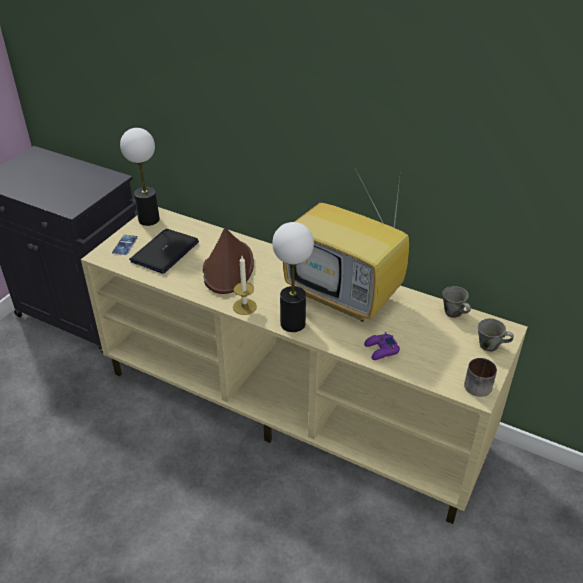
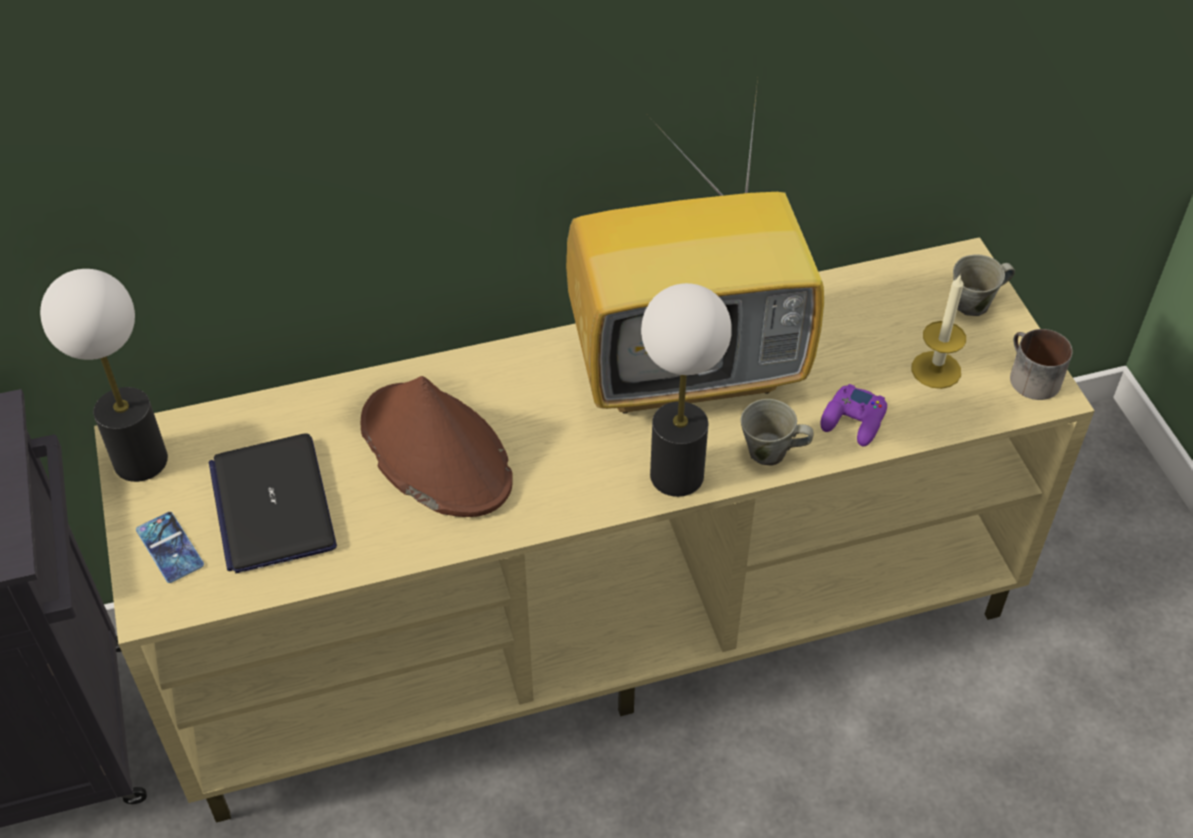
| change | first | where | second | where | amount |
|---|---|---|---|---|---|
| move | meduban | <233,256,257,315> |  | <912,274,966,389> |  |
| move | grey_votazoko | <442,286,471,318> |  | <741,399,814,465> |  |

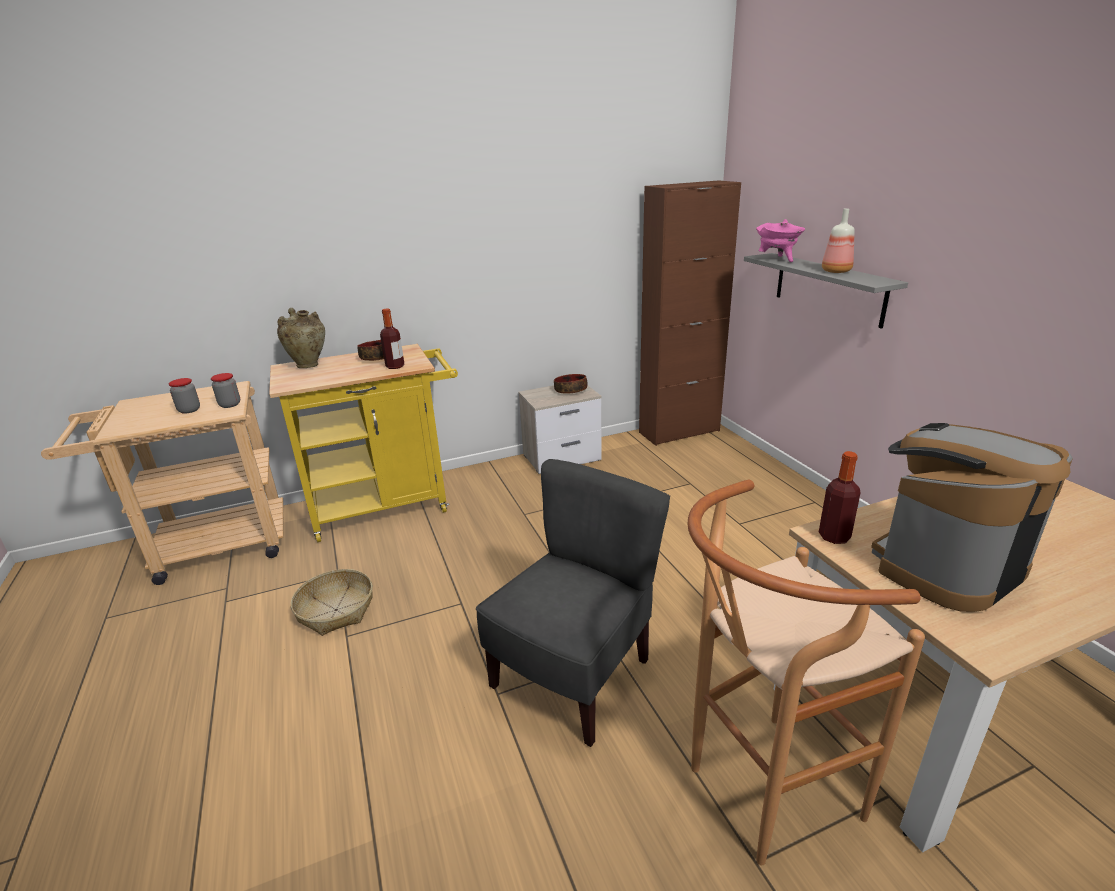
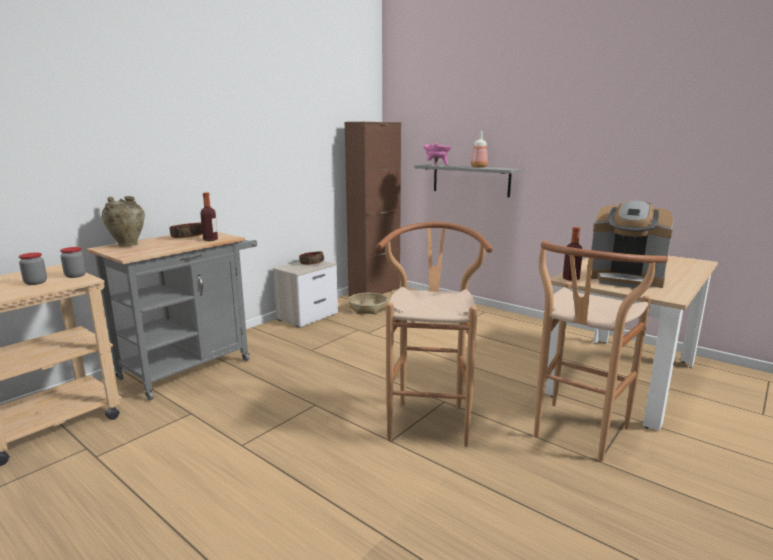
| change | first | where | second | where | amount |
|---|---|---|---|---|---|
| recolor | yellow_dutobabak | <269,344,458,542> | grey_dutobabak | <87,232,257,400> |  |
| move | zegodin | <291,569,373,636> |  | <348,293,388,315> |  |
| replace | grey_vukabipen | <476,459,670,747> | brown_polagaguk | <377,222,493,447> |  |
| rotate | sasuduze | <871,423,1073,612> |  | <591,201,674,289> | 90 degrees counterclockwise |

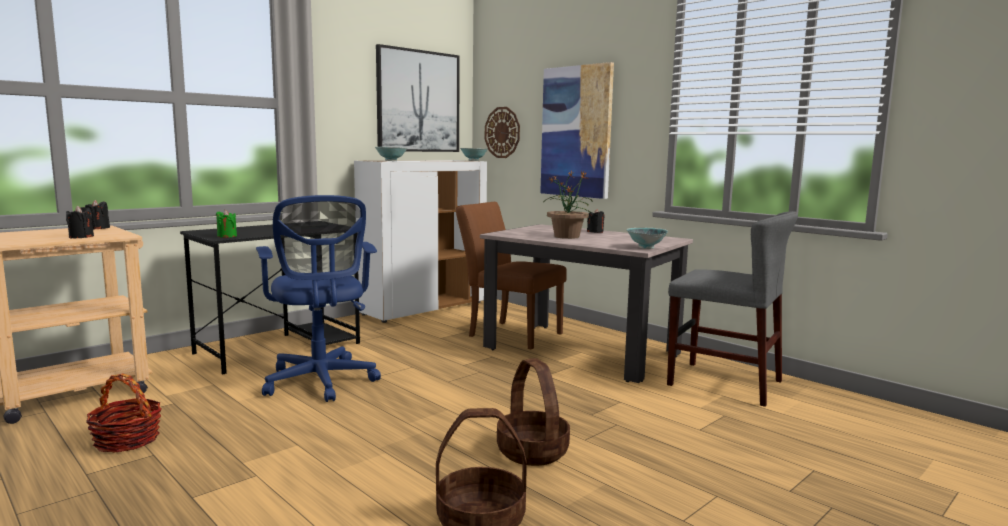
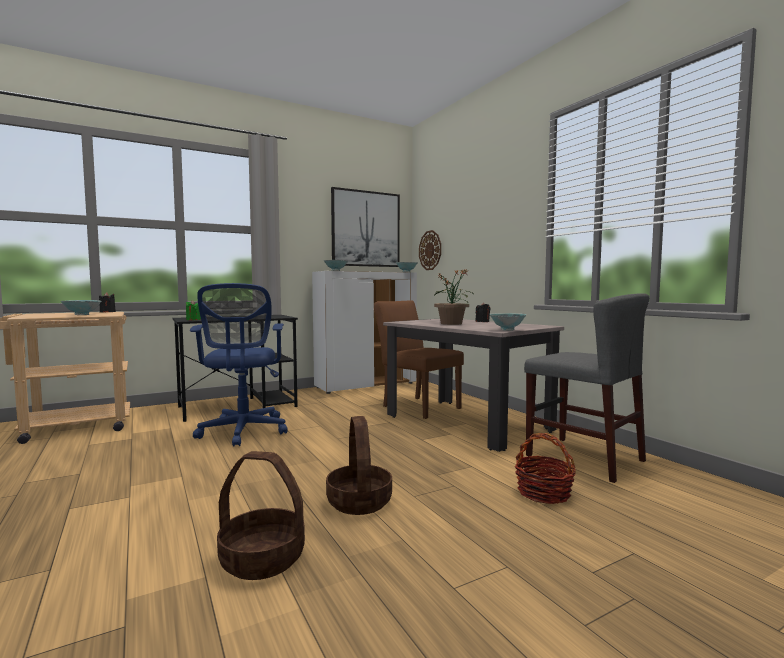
| change | first | where | second | where | amount |
|---|---|---|---|---|---|
| replace | black_meduban | <66,206,94,238> | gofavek | <61,300,102,315> |  |
| move | zegodin | <86,374,162,453> |  | <515,433,576,504> |  |
| delete | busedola | <540,62,614,199> |  |  |  |

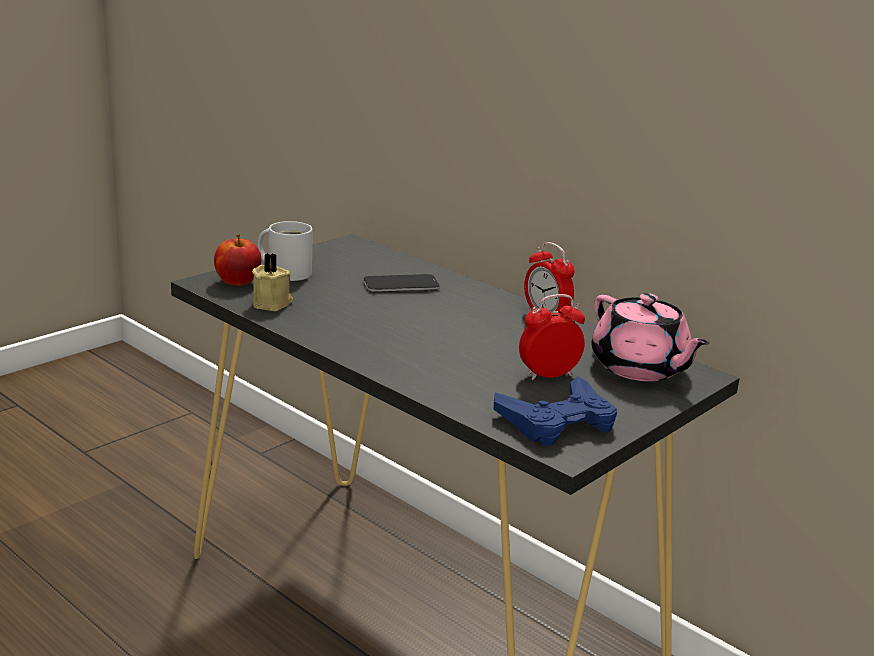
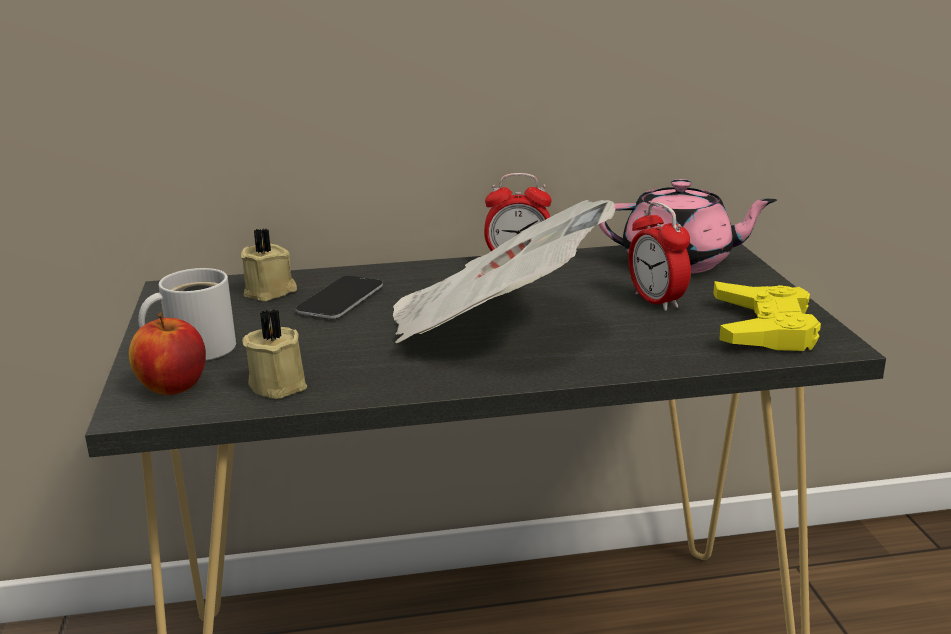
| change | first | where | second | where | amount |
|---|---|---|---|---|---|
| recolor | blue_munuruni | <494,376,617,446> | yellow_munuruni | <713,281,821,351> |  |
| rotate | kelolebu | <519,294,585,380> |  | <628,202,691,311> | 45 degrees counterclockwise |
| insert |  |  | beige_meduban | <241,228,297,301> |  |
| insert |  |  | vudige | <393,200,616,343> |  |

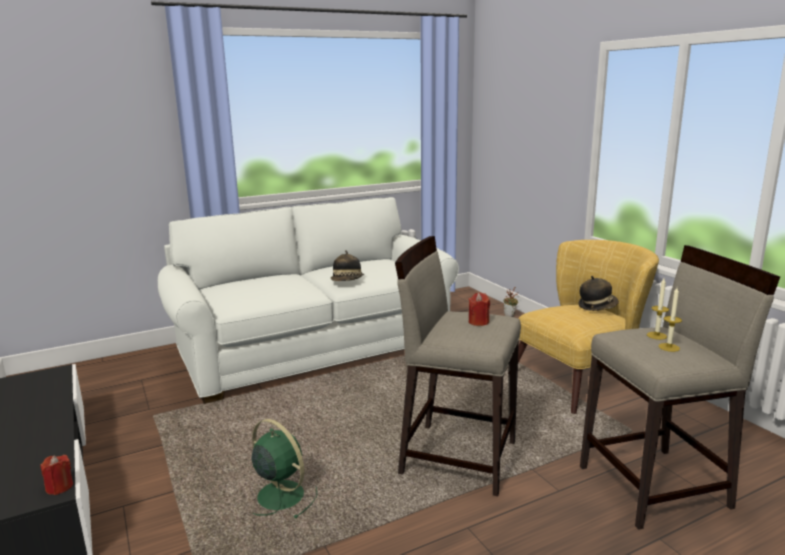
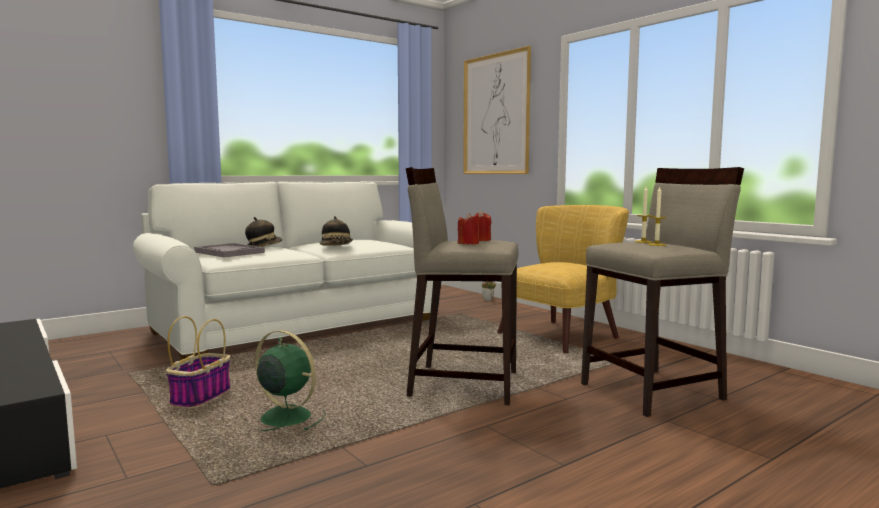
| change | first | where | second | where | amount |
|---|---|---|---|---|---|
| move | red_meduban | <40,455,73,495> |  | <458,213,479,244> |  |
| move | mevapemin | <579,276,619,311> |  | <245,217,282,247> |  |
| insert |  |  | zegodin | <166,316,231,408> |  |
| insert |  |  | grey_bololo | <194,243,265,257> |  |
| insert |  |  | busedola | <463,46,531,174> |  |

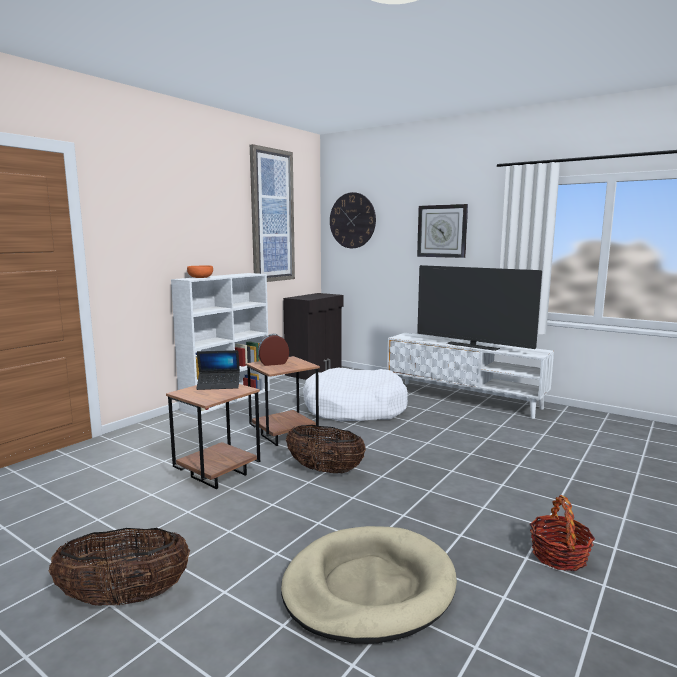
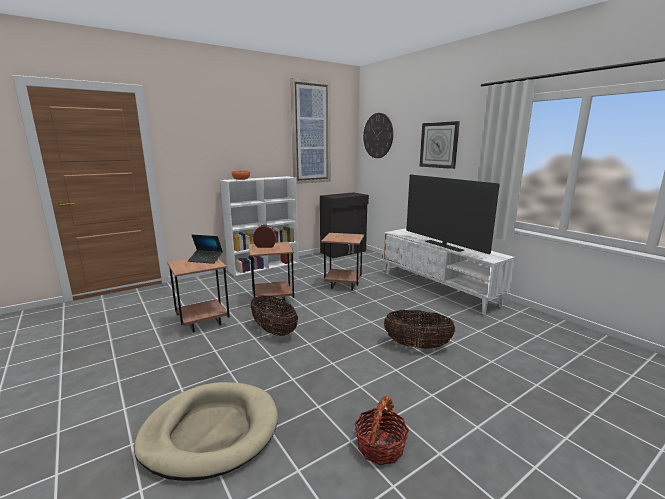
| change | first | where | second | where | amount |
|---|---|---|---|---|---|
| move | zegodin | <49,528,190,606> |  | <384,310,455,349> |  |
| replace | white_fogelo | <303,368,408,421> | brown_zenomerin | <321,233,364,290> |  |

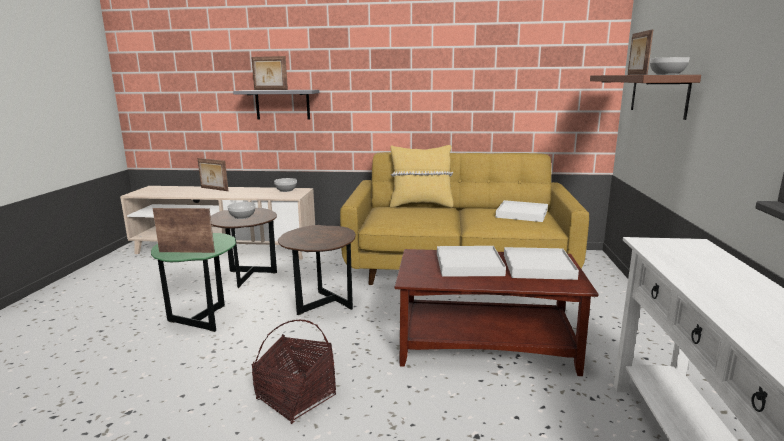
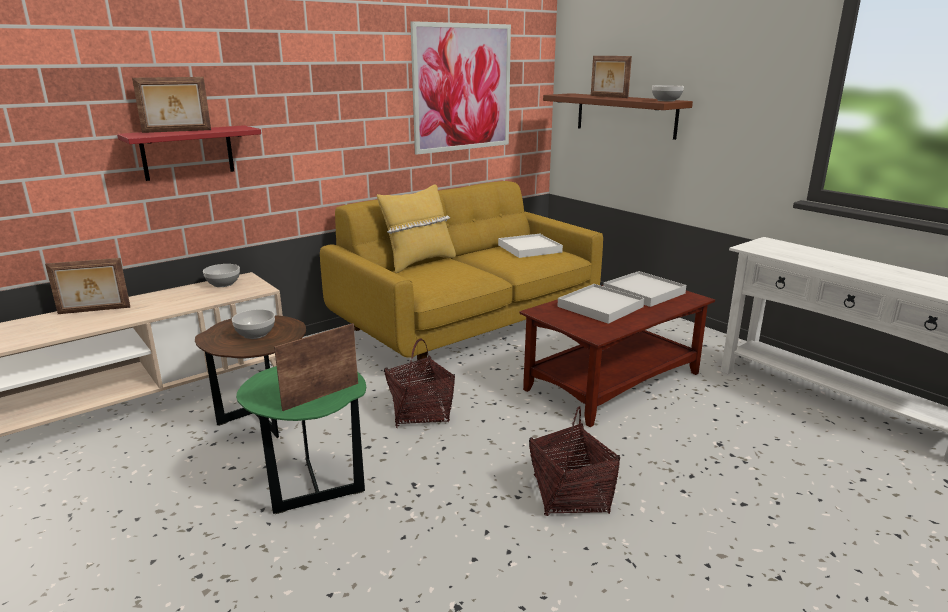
| change | first | where | second | where | amount |
|---|---|---|---|---|---|
| recolor | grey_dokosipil | <233,90,319,120> | red_dokosipil | <117,125,261,181> |  |
| replace | brown_zenomerin | <278,225,356,315> | zegodin | <384,339,455,428> |  |
| insert |  |  | busedola | <411,21,511,155> |  |

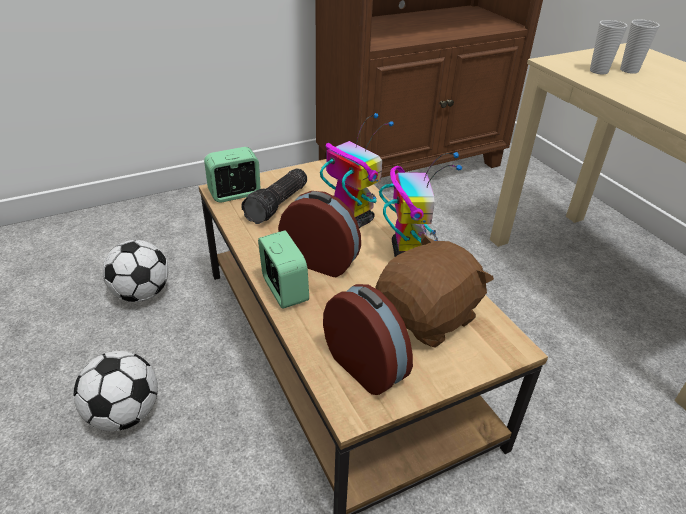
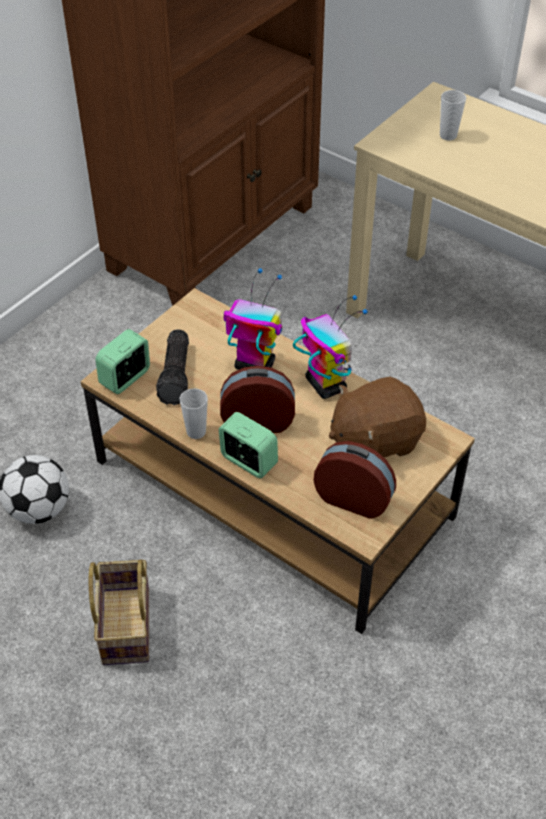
| change | first | where | second | where | amount |
|---|---|---|---|---|---|
| replace | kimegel | <74,351,158,431> | zegodin | <89,559,149,665> |  |
| rotate | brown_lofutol | <376,233,494,348> |  | <329,377,426,458> | 135 degrees counterclockwise |
| move | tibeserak | <590,20,627,74> |  | <180,388,208,439> |  |

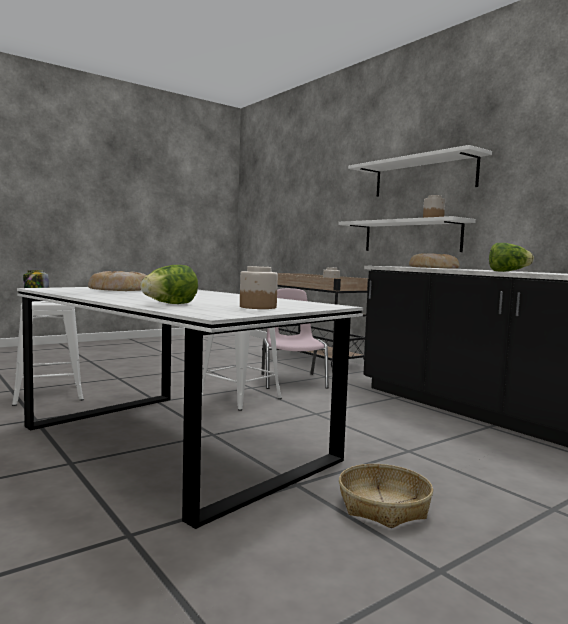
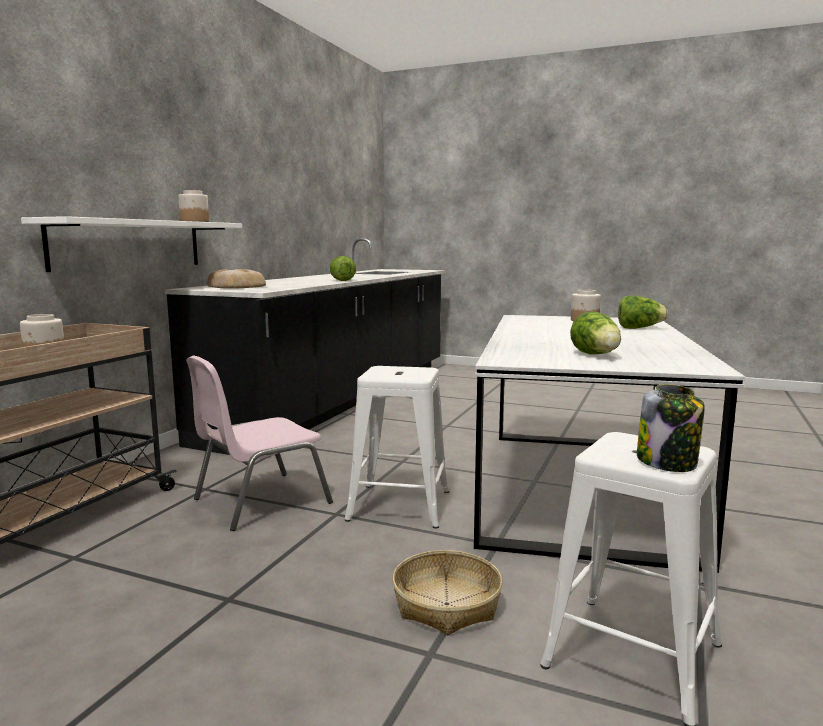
| change | first | where | second | where | amount |
|---|---|---|---|---|---|
| replace | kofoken | <88,271,147,291> | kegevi | <570,311,621,355> |  |
| move | zegodin | <339,464,433,528> |  | <392,550,503,635> |  |
| delete | white_dokosipil | <348,145,492,197> |  |  |  |

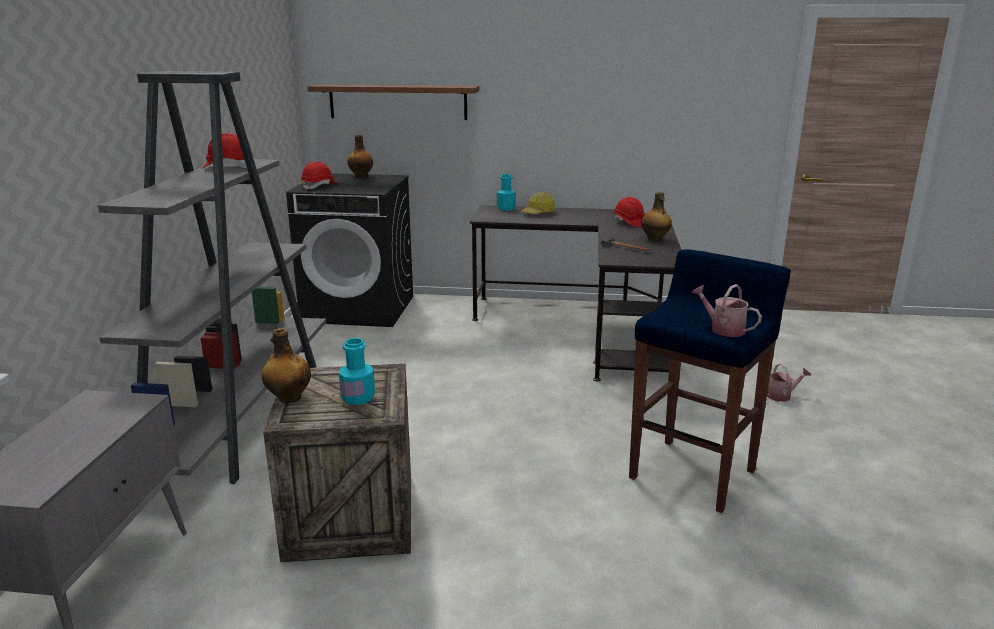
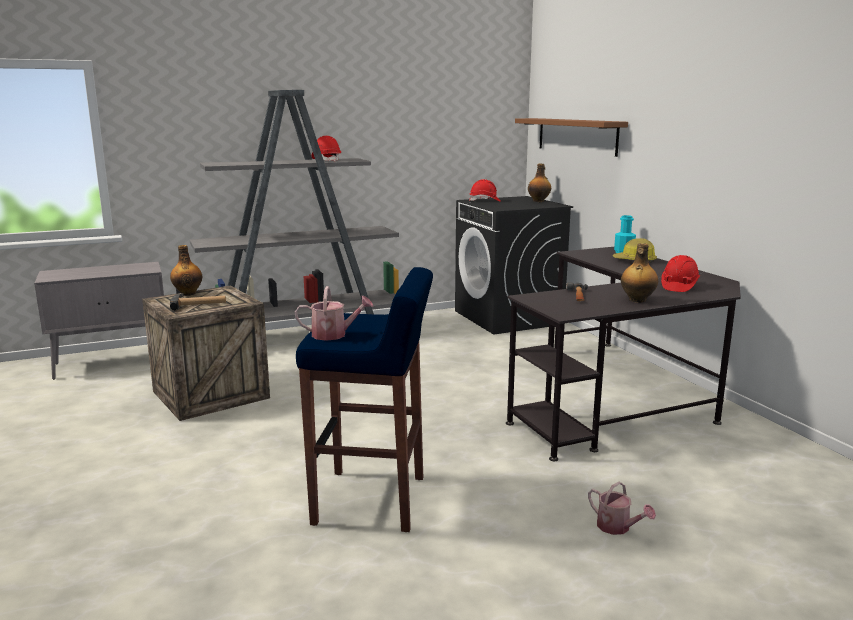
| change | first | where | second | where | amount |
|---|---|---|---|---|---|
| replace | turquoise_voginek | <339,338,375,405> | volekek | <170,293,226,311> |  |
| rotate | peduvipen | <691,284,762,337> |  | <295,286,374,341> | 75 degrees clockwise |

